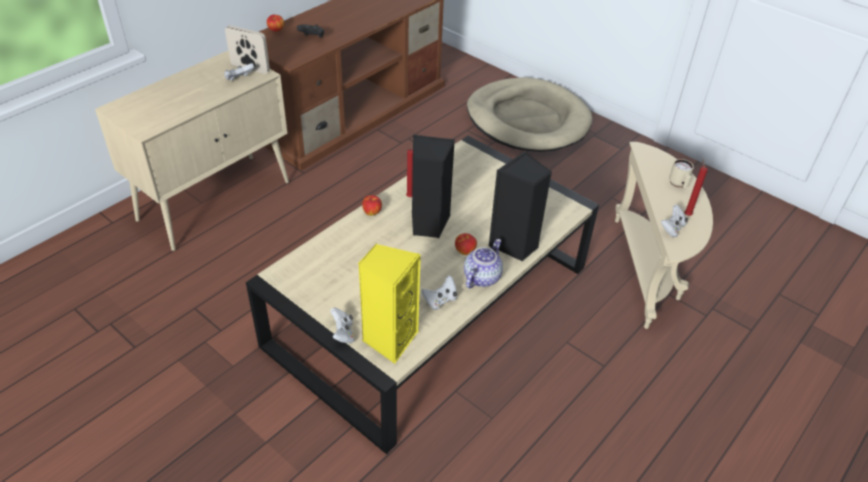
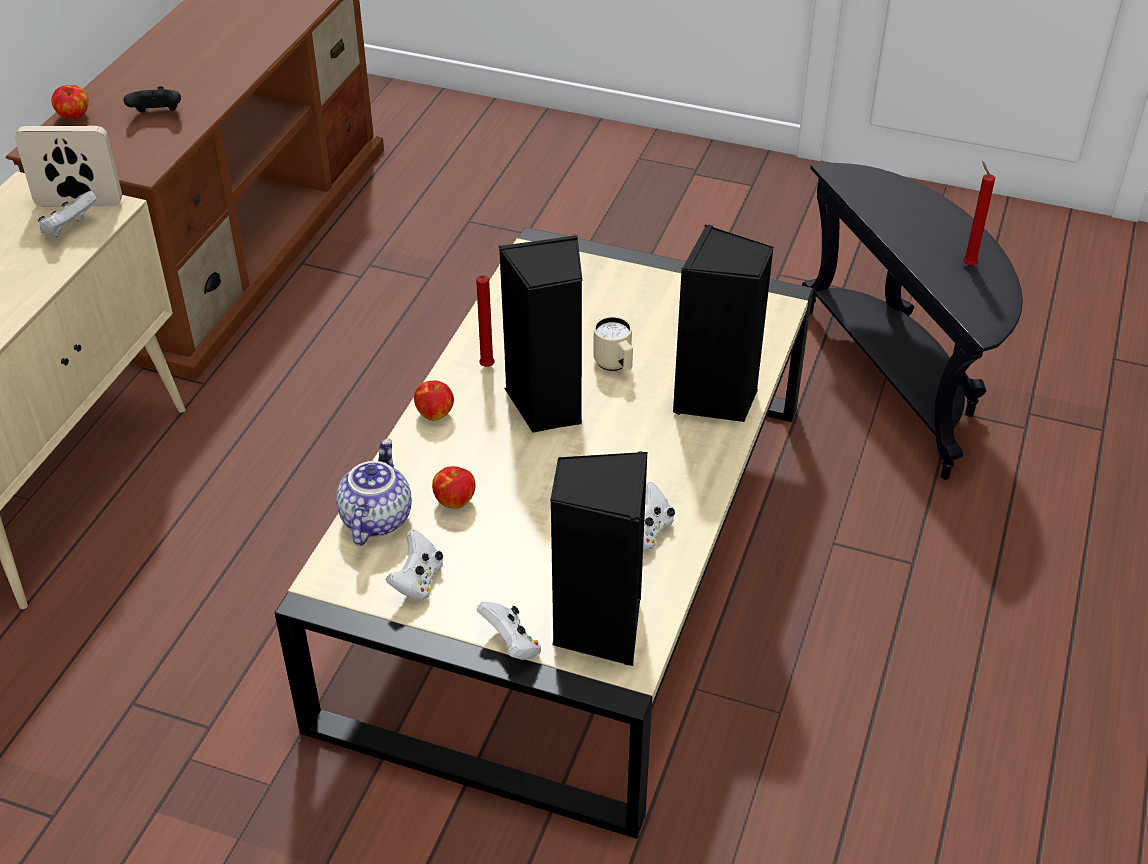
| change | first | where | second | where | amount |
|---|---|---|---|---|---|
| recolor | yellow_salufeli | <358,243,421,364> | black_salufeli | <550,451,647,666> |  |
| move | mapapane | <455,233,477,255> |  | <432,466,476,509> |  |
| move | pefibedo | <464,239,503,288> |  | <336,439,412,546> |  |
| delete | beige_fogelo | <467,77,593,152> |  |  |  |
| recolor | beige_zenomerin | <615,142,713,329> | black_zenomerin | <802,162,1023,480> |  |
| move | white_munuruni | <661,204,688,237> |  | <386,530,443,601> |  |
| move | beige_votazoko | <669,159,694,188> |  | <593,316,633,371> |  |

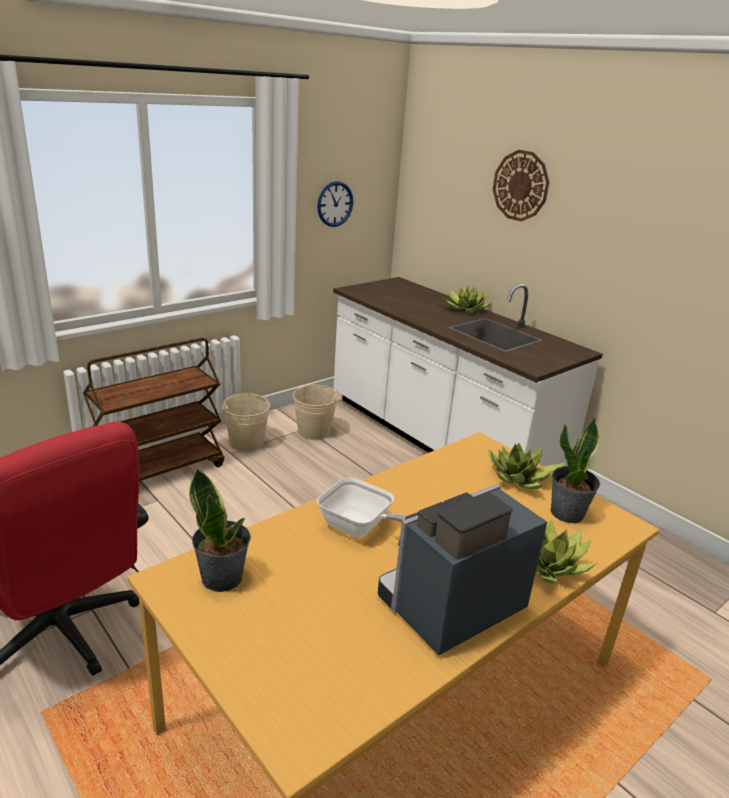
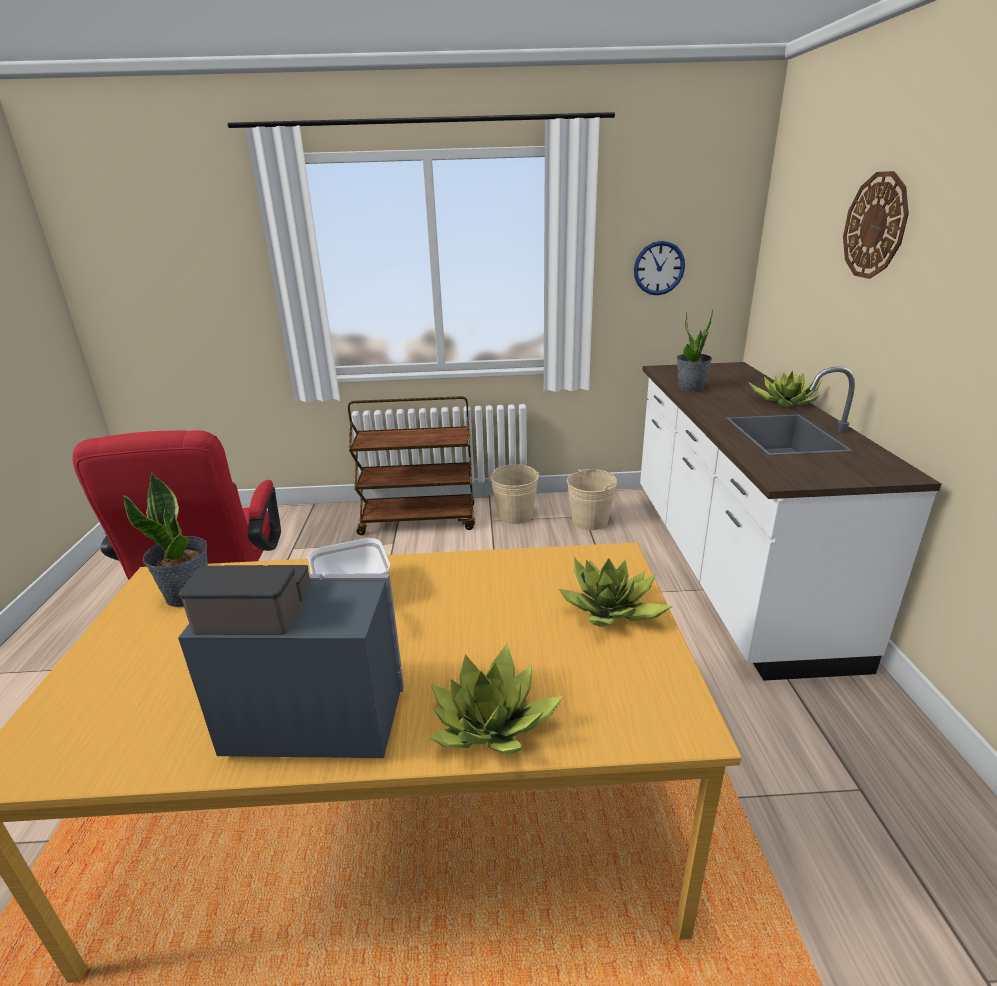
| change | first | where | second | where | amount |
|---|---|---|---|---|---|
| move | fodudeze | <550,418,600,523> |  | <676,310,713,392> |  |

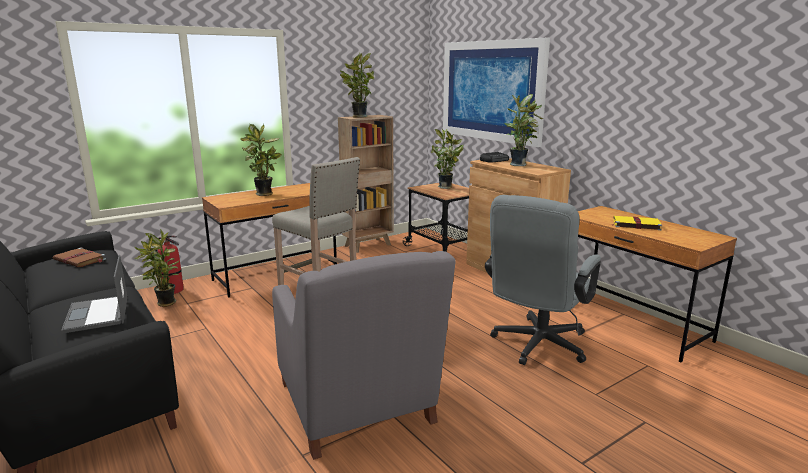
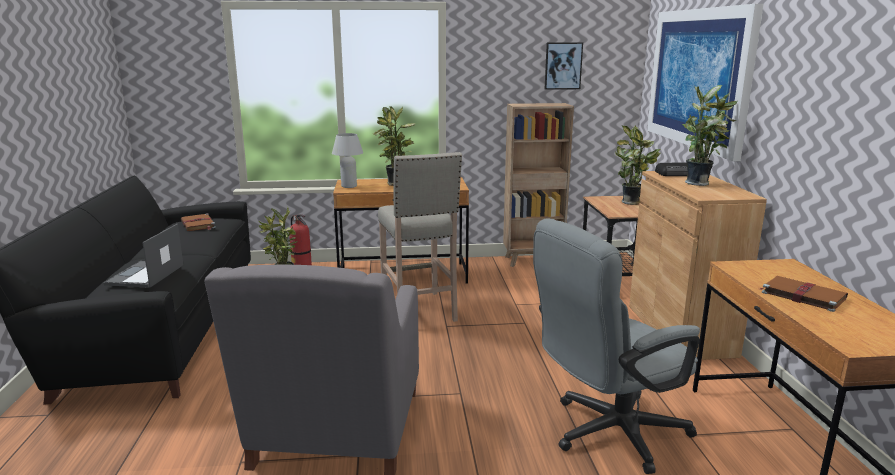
| change | first | where | second | where | amount |
|---|---|---|---|---|---|
| delete | fodudeze | <340,53,374,118> |  |  |  |
| recolor | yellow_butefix | <613,216,662,230> | brown_butefix | <760,276,848,312> |  |
| insert |  |  | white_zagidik | <332,133,363,188> |  |
| insert |  |  | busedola | <545,42,583,90> |  |

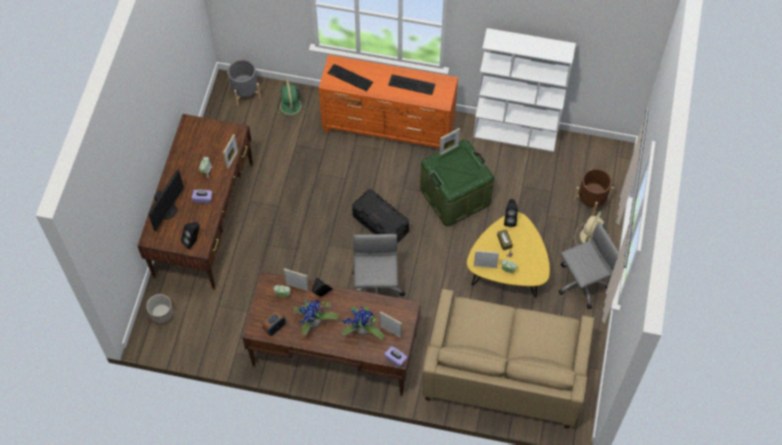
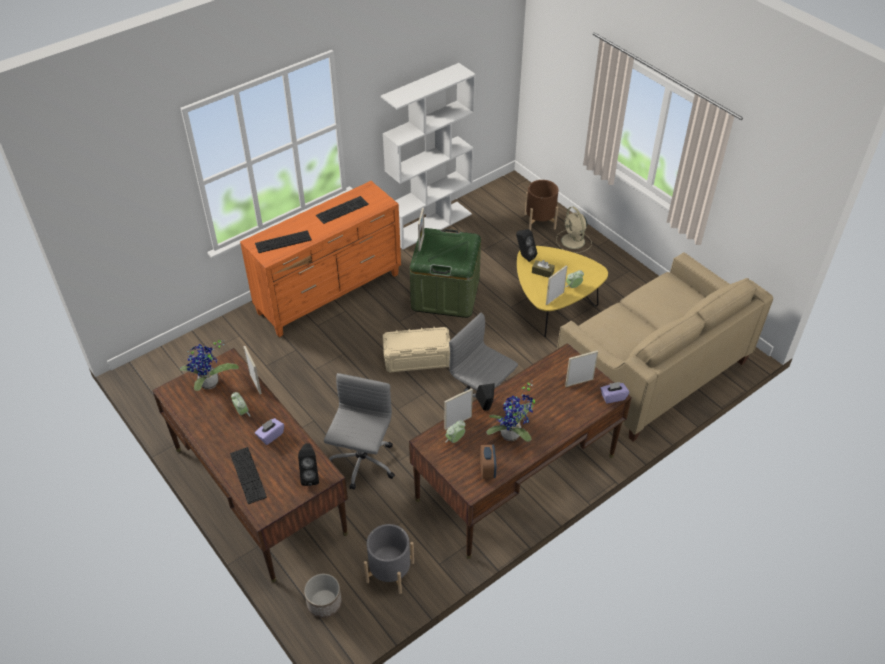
| change | first | where | second | where | amount |
|---|---|---|---|---|---|
| replace | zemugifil | <148,170,184,231> | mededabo | <230,447,267,504> |  |
| move | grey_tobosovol | <227,59,261,106> |  | <364,524,414,594> |  |
| delete | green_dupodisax | <275,79,307,119> |  |  |  |
| move | fodudeze | <342,306,384,339> |  | <180,340,239,391> |  |
| recolor | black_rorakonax | <352,190,409,243> | beige_rorakonax | <383,327,450,373> |  |
| move | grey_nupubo | <559,222,619,309> |  | <324,373,395,490> |  |

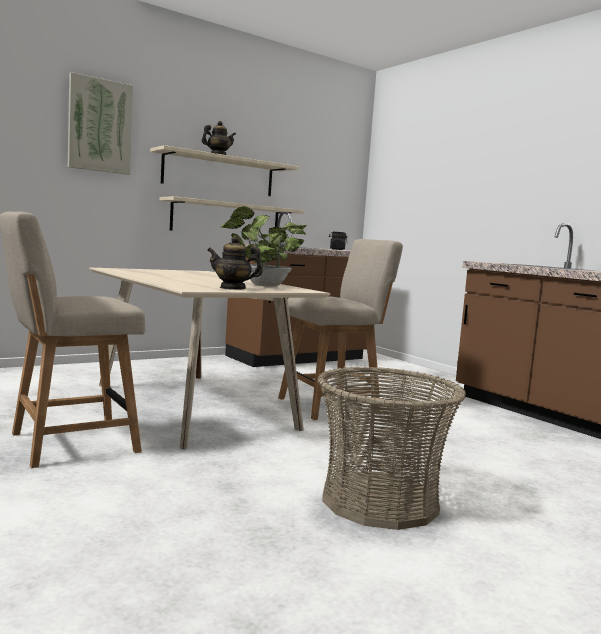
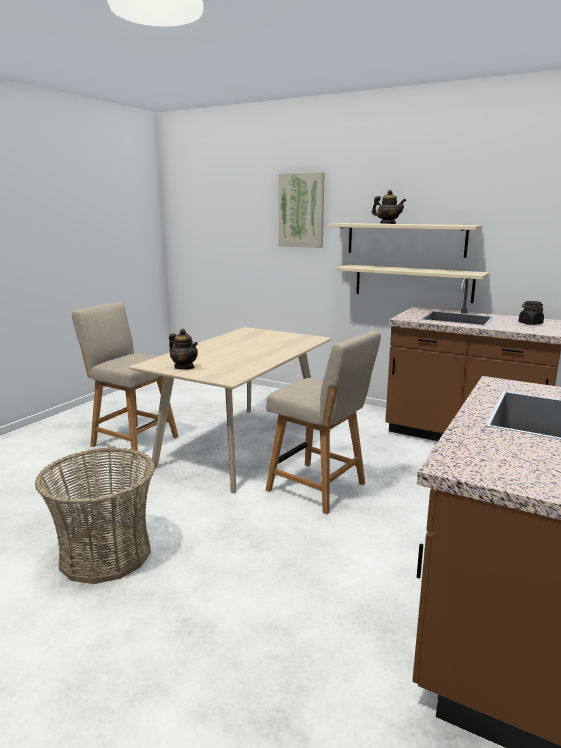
| change | first | where | second | where | amount |
|---|---|---|---|---|---|
| rotate | pefibedo | <207,236,263,290> |  | <169,329,198,370> | 150 degrees clockwise |
| delete | fodudeze | <220,206,307,287> |  |  |  |

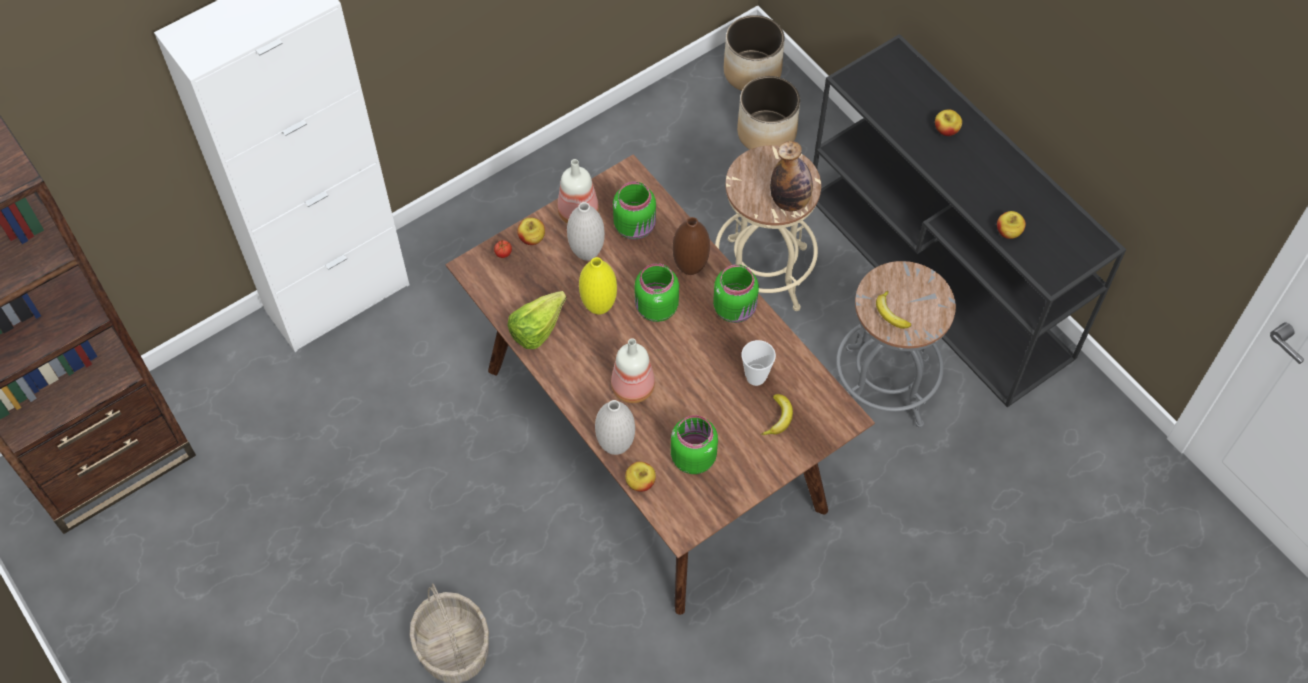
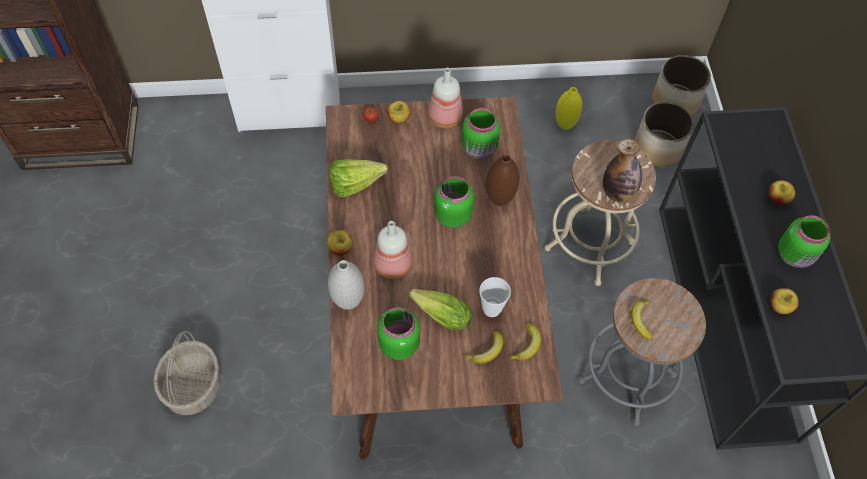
| change | first | where | second | where | amount |
|---|---|---|---|---|---|
| delete | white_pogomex | <567,202,605,260> |  |  |  |
| move | yellow_pogomex | <579,257,617,315> |  | <556,87,582,130> |  |
| move | mapapane | <625,461,656,492> |  | <327,230,353,256> |  |
| move | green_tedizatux | <713,264,759,323> |  | <778,215,830,268> |  |
| insert |  |  | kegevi | <409,289,473,330> |  |
| insert |  |  | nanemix | <508,324,541,361> |  |

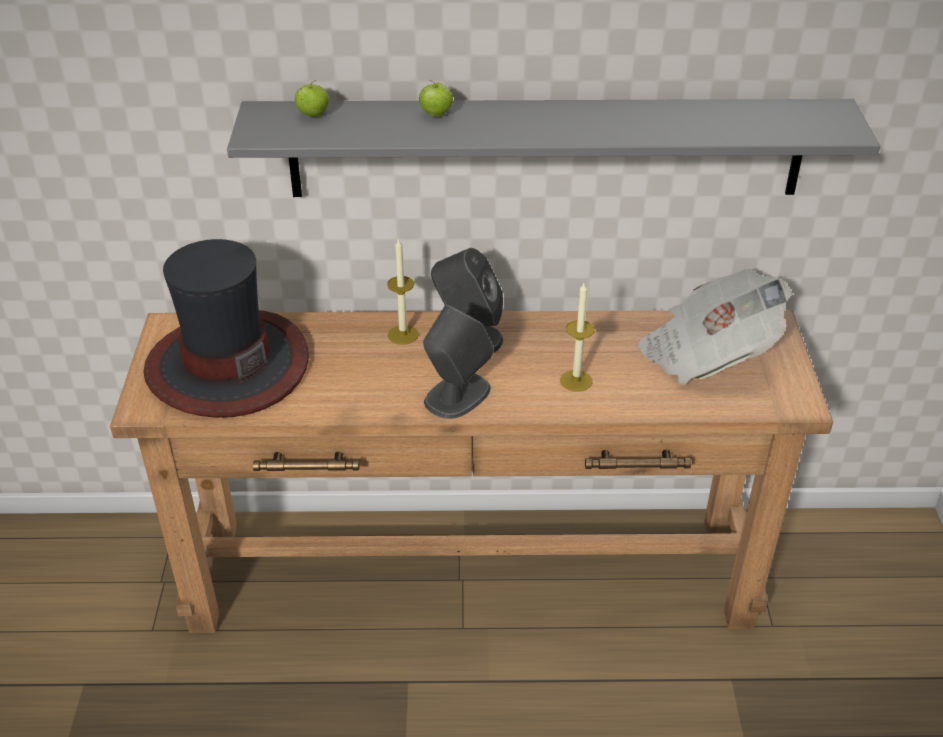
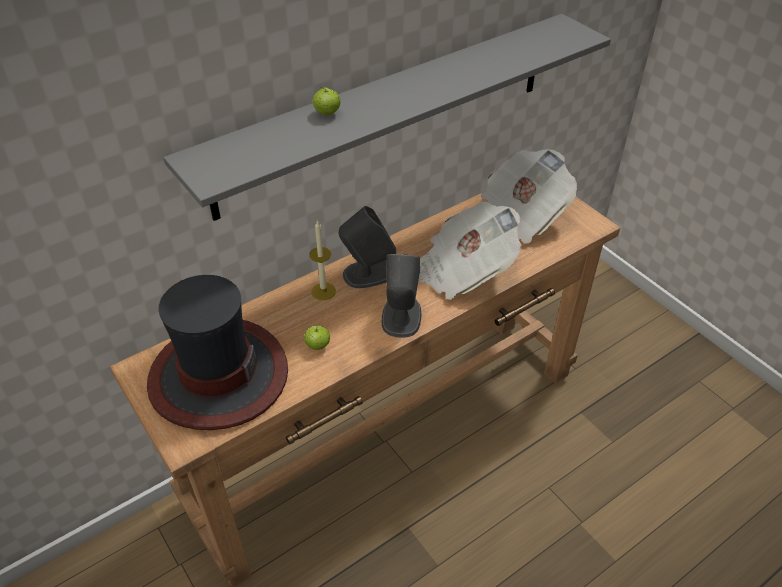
| change | first | where | second | where | amount |
|---|---|---|---|---|---|
| move | mapapane | <295,80,329,117> |  | <304,324,330,350> |  |
| replace | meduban | <560,283,595,391> | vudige | <419,201,521,300> |  |

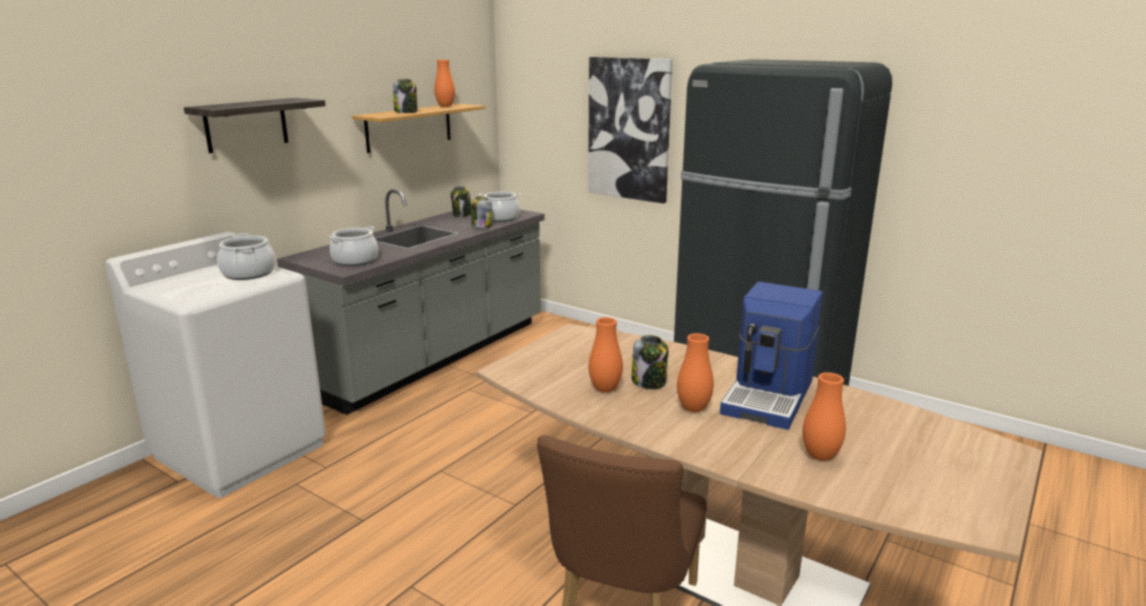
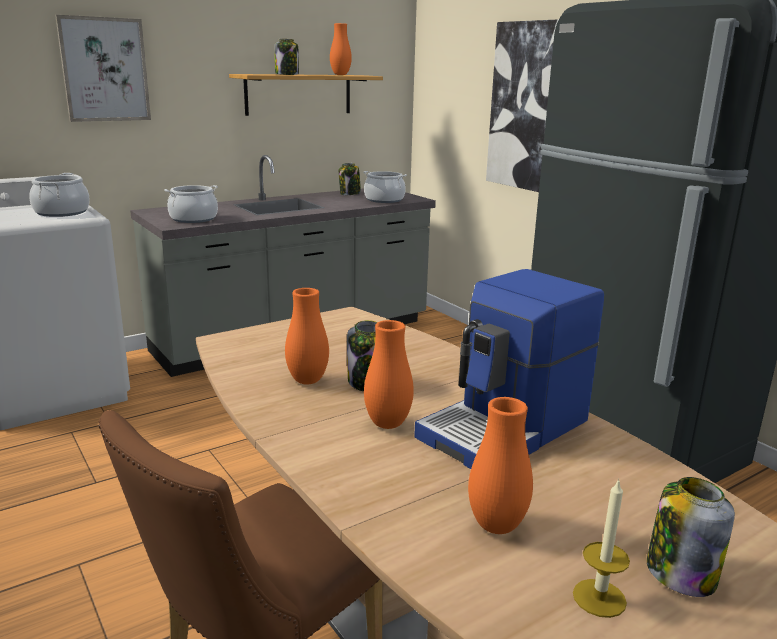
| change | first | where | second | where | amount |
|---|---|---|---|---|---|
| replace | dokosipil | <184,98,326,153> | busedola | <55,15,151,122> |  |
| move | tedizatux | <472,197,492,228> |  | <647,477,735,597> |  |
| insert |  |  | meduban | <573,478,630,618> |  |

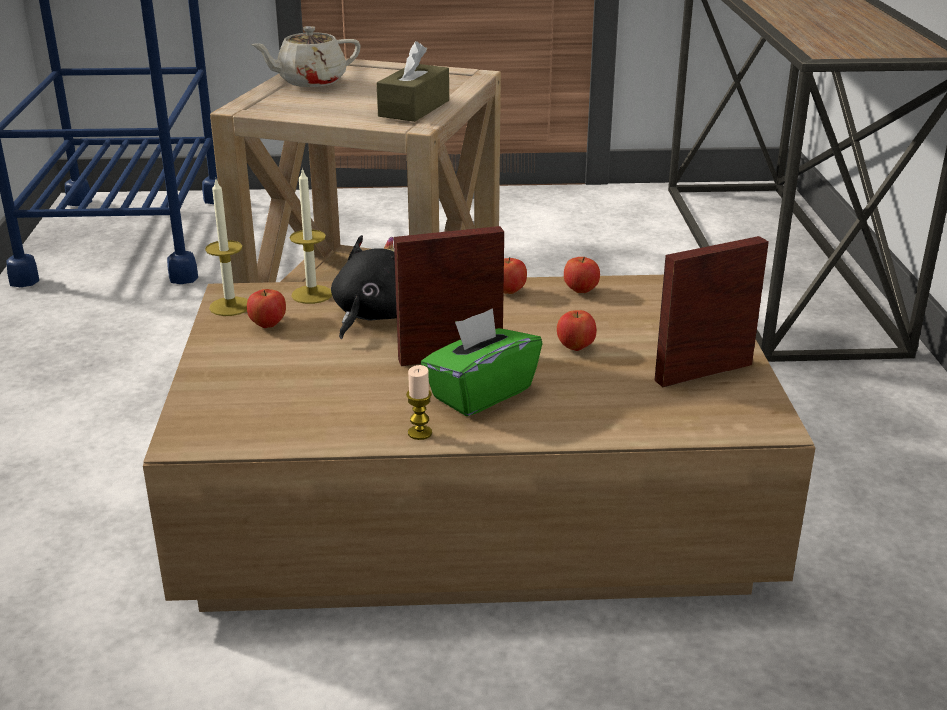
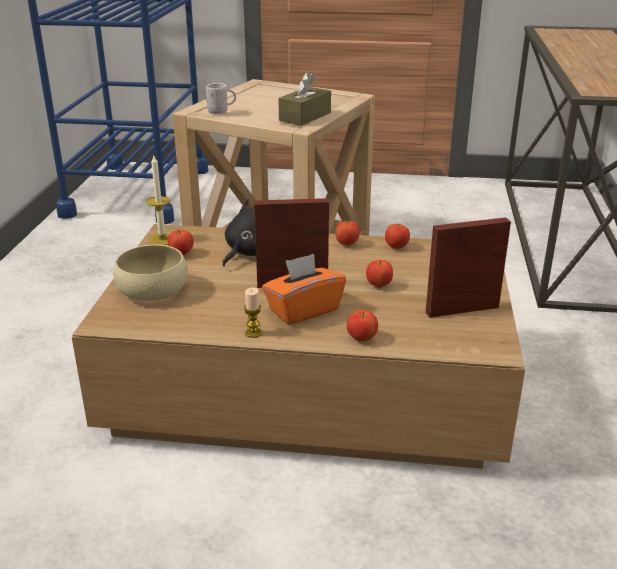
| change | first | where | second | where | amount |
|---|---|---|---|---|---|
| delete | beige_pefibedo | <251,26,361,87> |  |  |  |
| delete | meduban | <290,167,332,304> |  |  |  |
| recolor | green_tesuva | <421,308,543,416> | orange_tesuva | <262,254,346,325> |  |
| insert |  |  | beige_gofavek | <113,245,188,301> |  |
| insert |  |  | white_votazoko | <203,79,236,114> |  |
| insert |  |  | mapapane | <347,310,378,341> |  |

